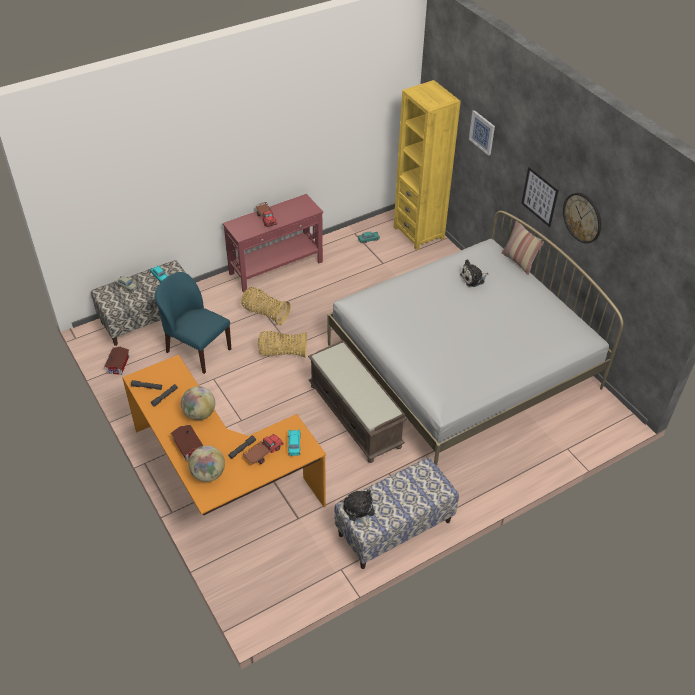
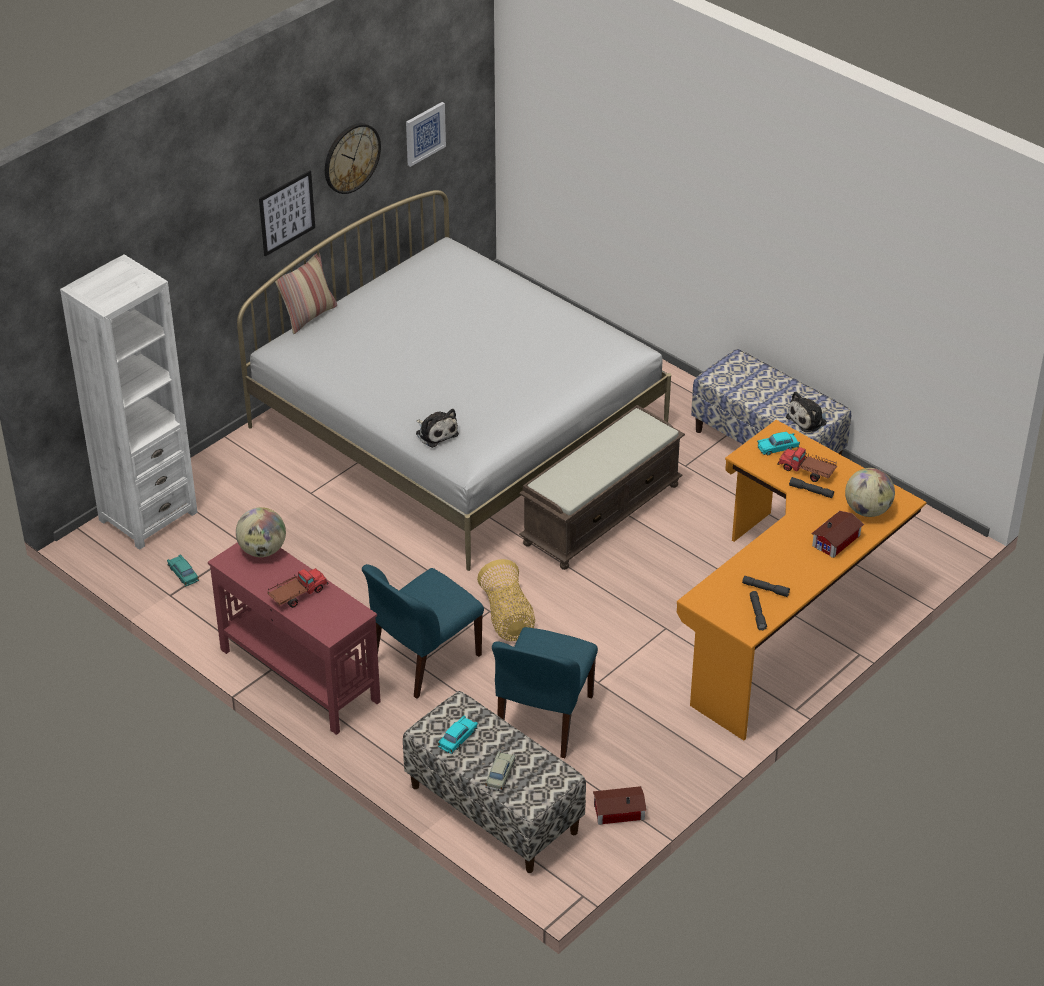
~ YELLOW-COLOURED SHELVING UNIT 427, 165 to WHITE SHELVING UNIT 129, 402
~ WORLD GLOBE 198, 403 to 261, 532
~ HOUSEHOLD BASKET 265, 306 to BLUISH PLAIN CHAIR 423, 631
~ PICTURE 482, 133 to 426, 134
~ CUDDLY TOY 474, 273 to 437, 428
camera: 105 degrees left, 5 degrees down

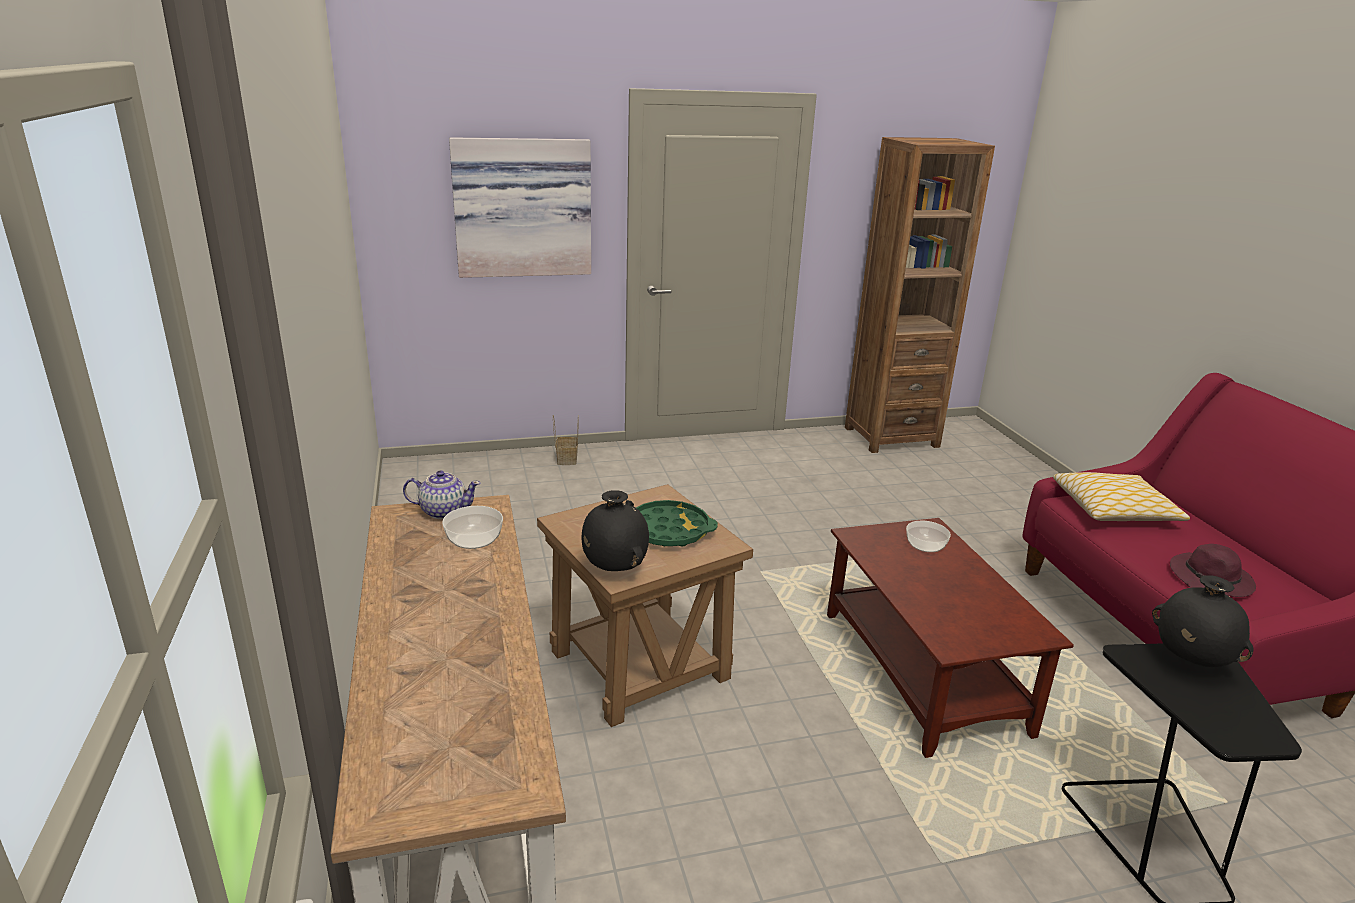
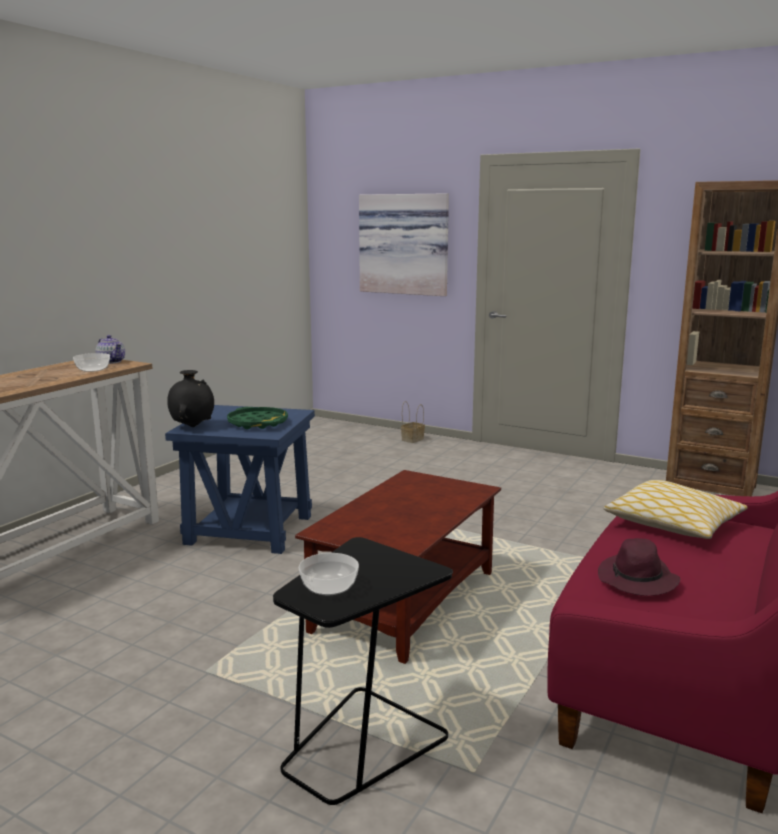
~ BROWNISH ACCENT TABLE 645, 605 to BLUISH ACCENT TABLE 240, 479
~ BOWL 928, 536 to 329, 574
- BLACK-COLOURED VASE 1202, 621
camera: 45 degrees right, 10 degrees down

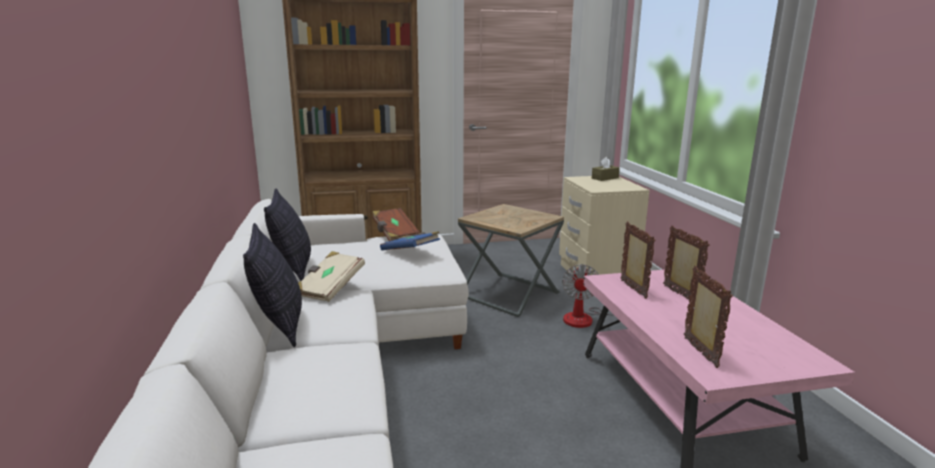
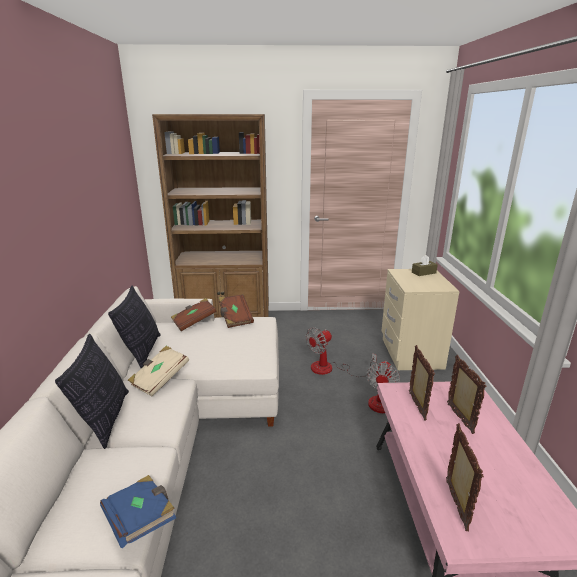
~ BLUISH VOLUME 410, 240 to 138, 511
+ BROWNISH VOLUME 194, 314
~ BROWNISH ACCENT TABLE 511, 260 to COOLING FAN 341, 352
camera: 10 degrees right, 5 degrees up

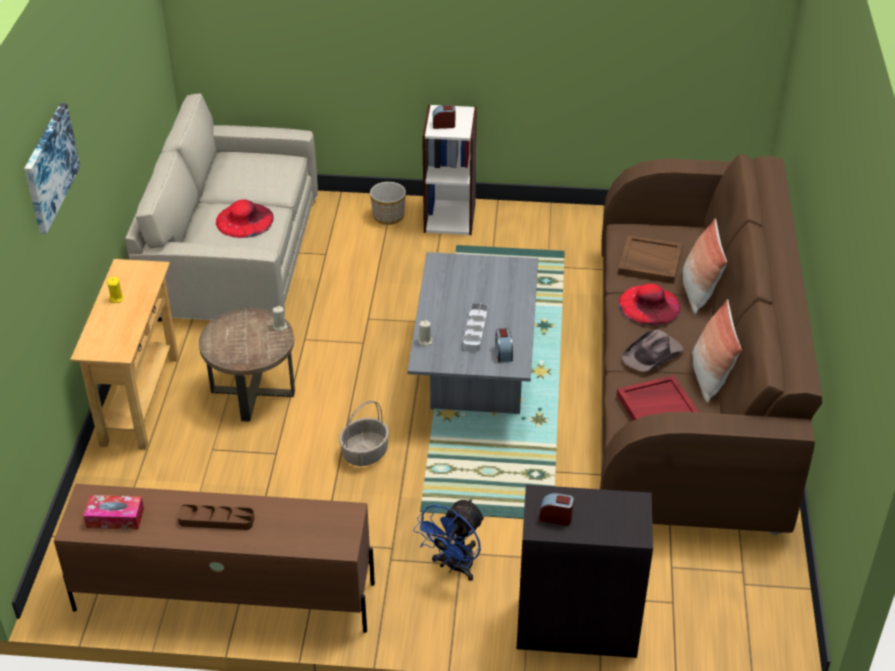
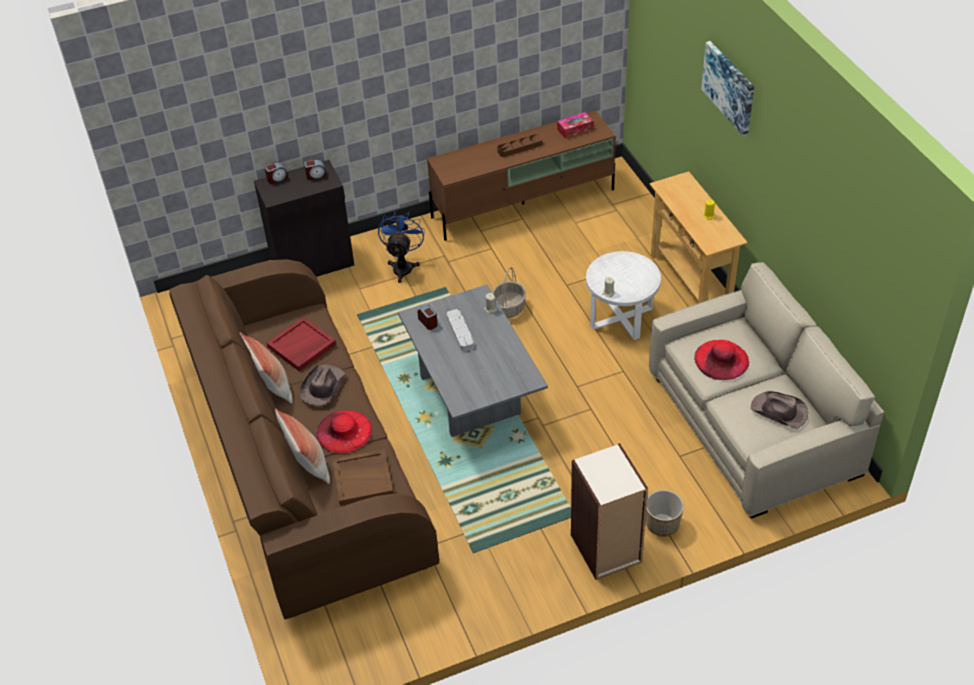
~ BEDSIDE CLOCK 444, 117 to 276, 173
~ BROWNISH ACCENT TABLE 247, 365 to WHITE ACCENT TABLE 623, 295
+ BROWNISH WEARABLE HAT 779, 410
camera: 155 degrees right, 5 degrees up

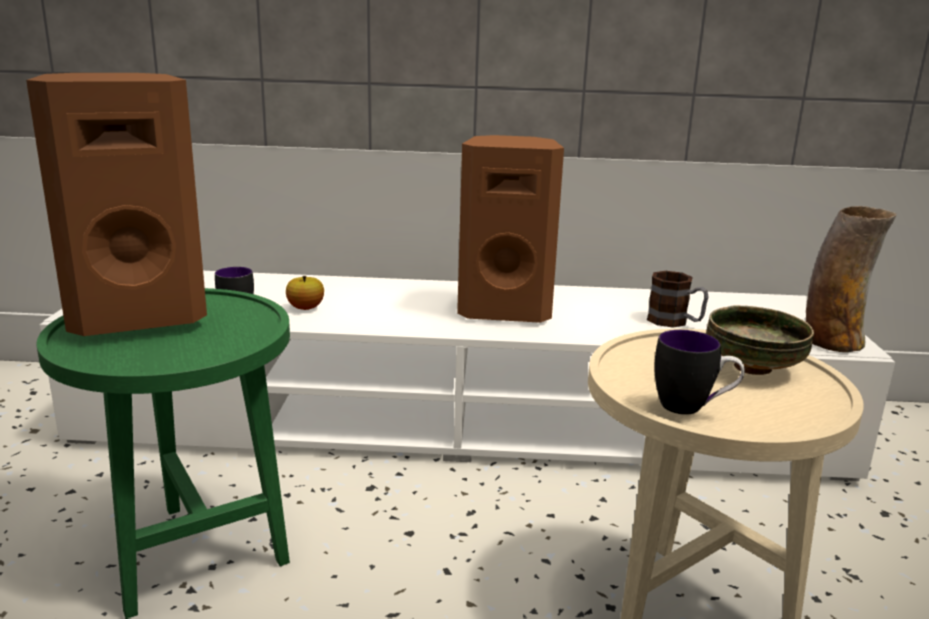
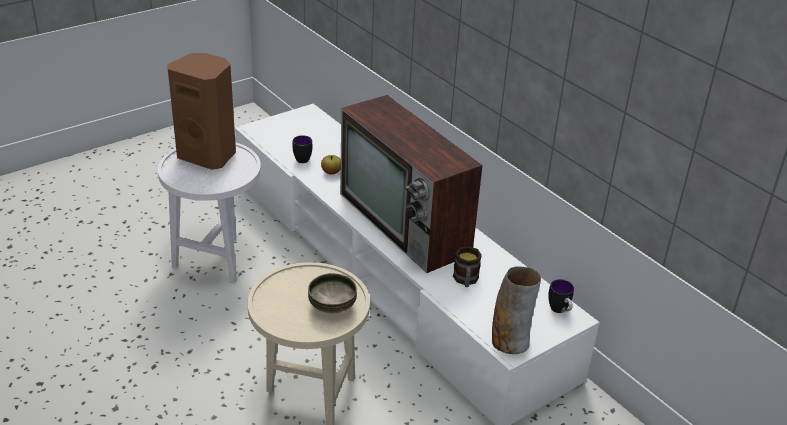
~ GREEN-COLOURED ACCENT TABLE 163, 453 to WHITE ACCENT TABLE 209, 212
~ BROWNISH AUDIO SPEAKER 510, 229 to TV SET 411, 184
~ COFFEE MUG 699, 372 to 561, 296
camera: 50 degrees right, 15 degrees up

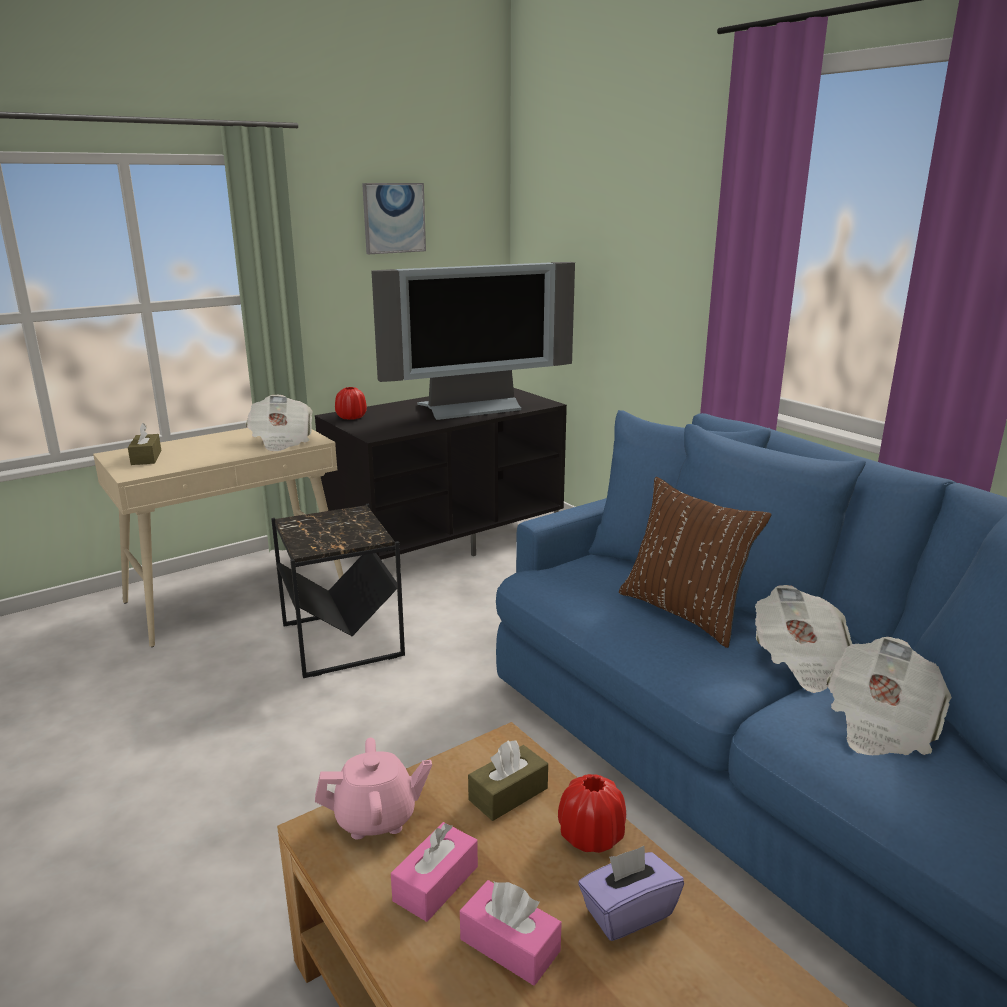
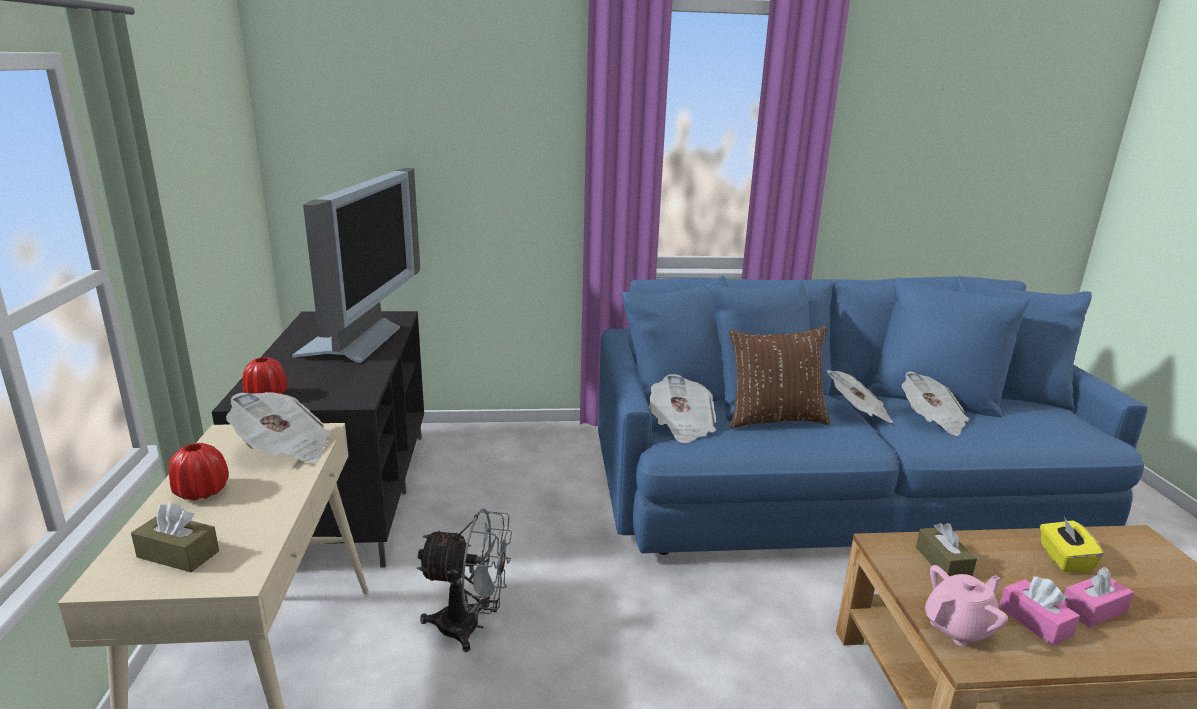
~ RED VASE 592, 813 to 199, 472
~ BLACK-COLOURED ACCENT TABLE 338, 590 to GREY COOLING FAN 464, 580
+ NEWSPAPER 682, 408
~ PINK-COLOURED TEAPOT 373, 788 = 966, 605 45 degrees clockwise
~ PURPLE-COLOURED TISSUE BOX 631, 893 to YELLOW-COLOURED TISSUE BOX 1072, 545
- PICTURE 394, 218
camera: 60 degrees left, 0 degrees up

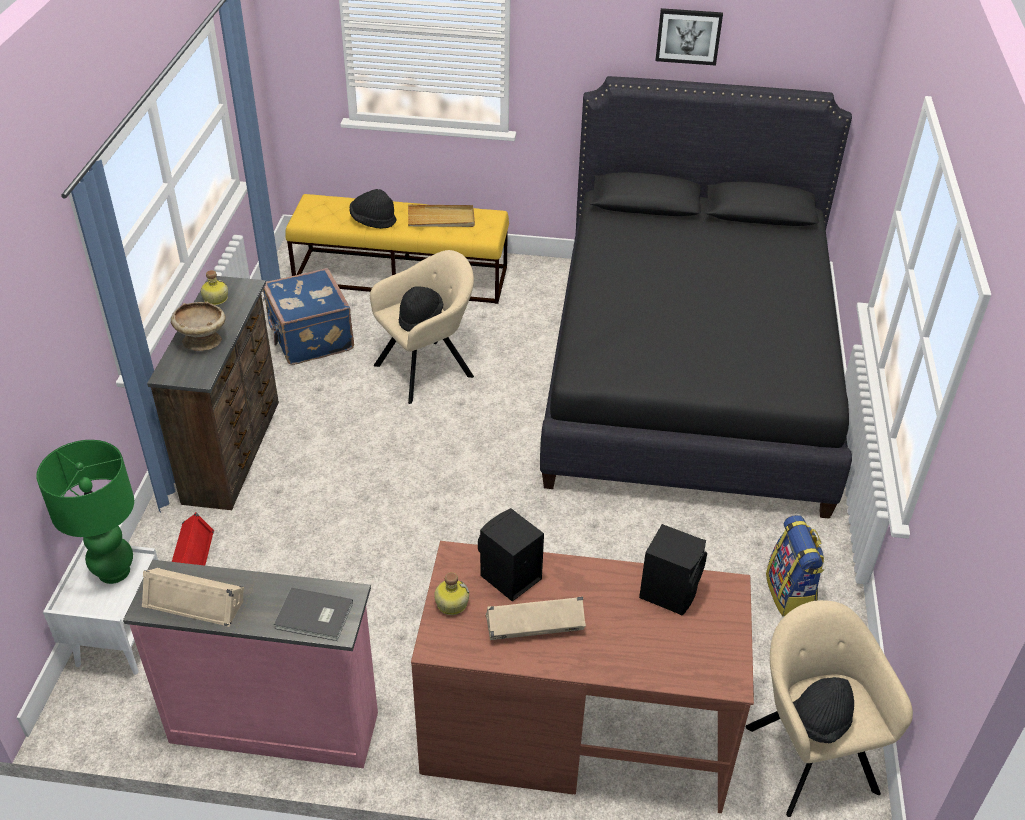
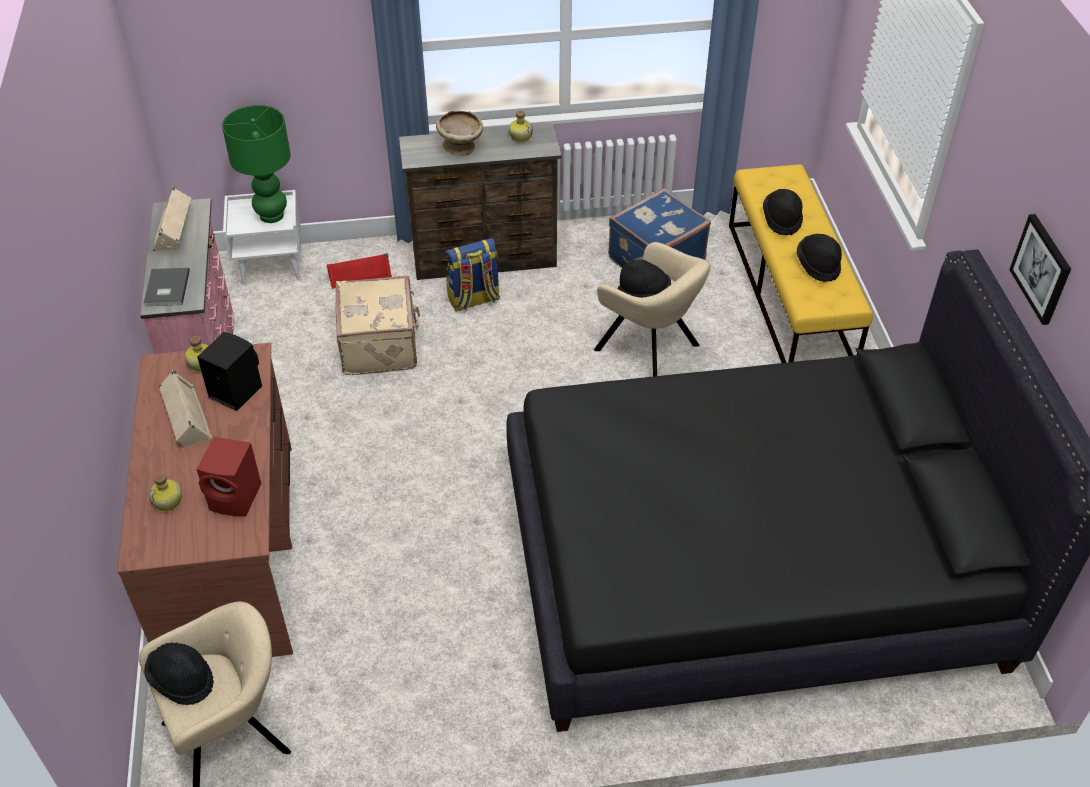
+ BEVERAGE BOTTLE 165, 492
~ BLACK-COLOURED AUDIO SPEAKER 673, 570 to RED AUDIO SPEAKER 229, 477
+ BEIGE PIECE OF LUGGAGE 377, 325
~ KNAPSACK 795, 566 to 472, 275
~ BEIGE SERVING TRAY 441, 216 to BLACK-COLOURED WEARABLE HAT 819, 258
camera: 75 degrees right, 5 degrees up

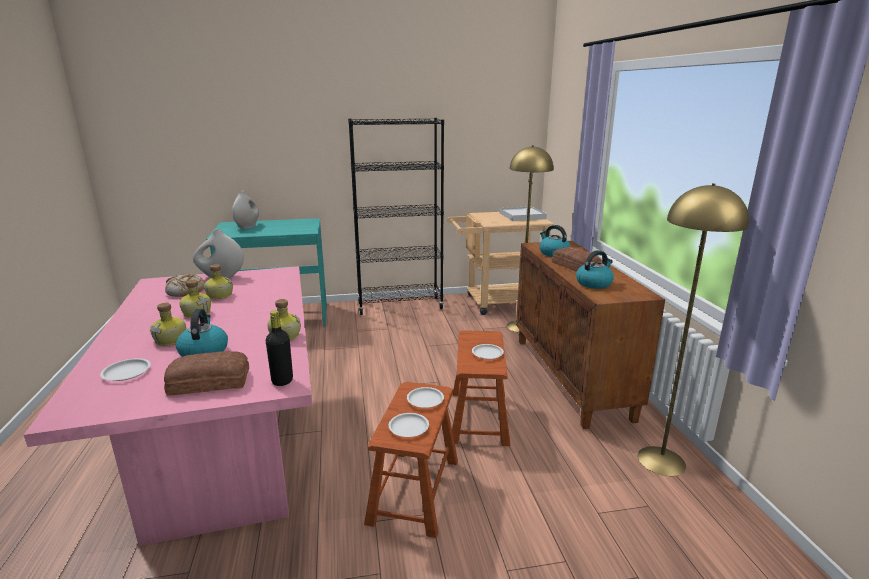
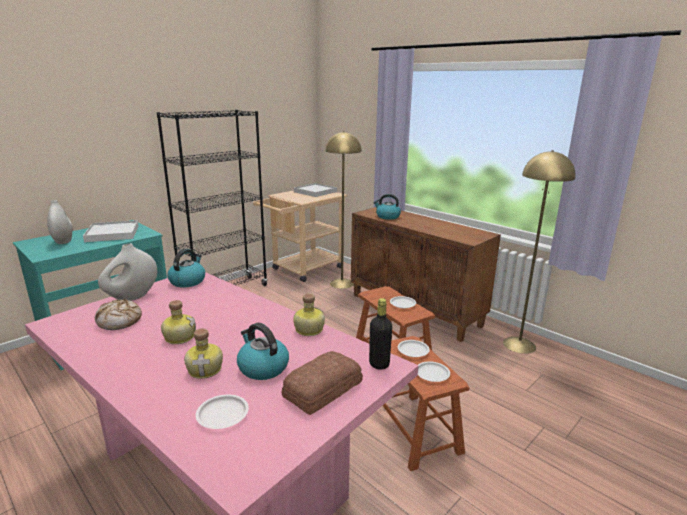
+ WHITE SERVING TRAY 111, 231
~ WATER KETTLE 595, 269 to 186, 268
- BEVERAGE BOTTLE 218, 281
- BREAD 576, 259
camera: 35 degrees left, 0 degrees up

